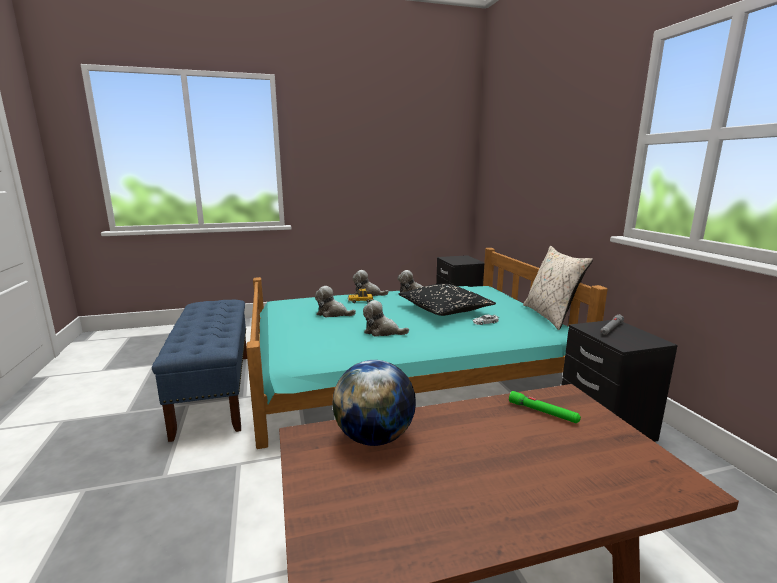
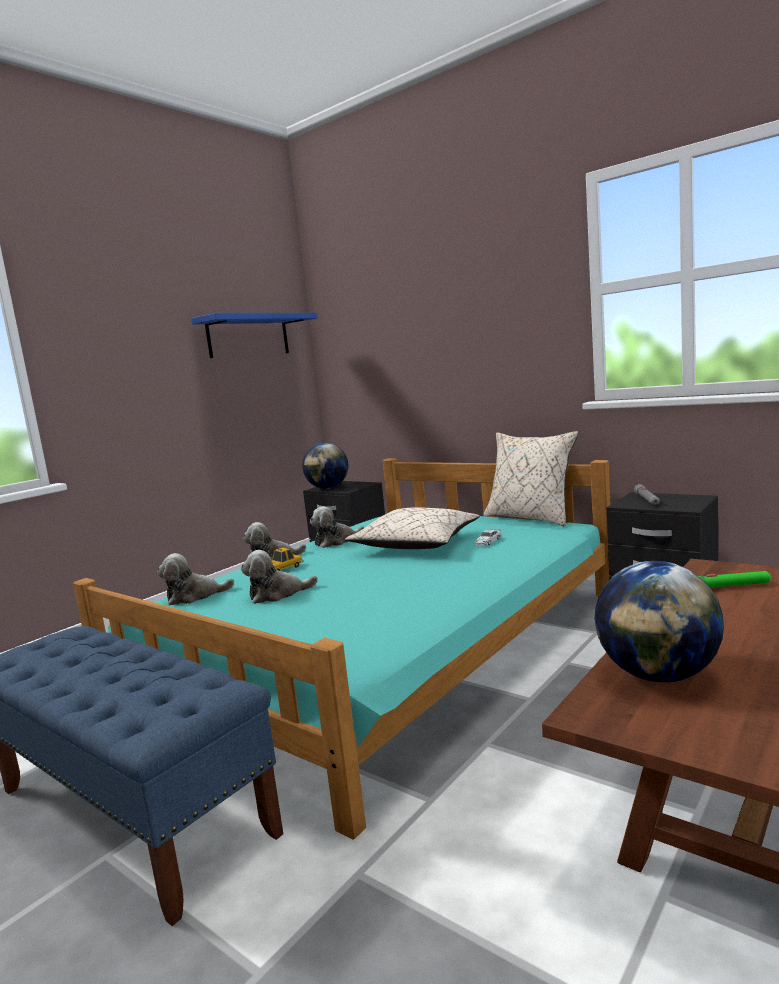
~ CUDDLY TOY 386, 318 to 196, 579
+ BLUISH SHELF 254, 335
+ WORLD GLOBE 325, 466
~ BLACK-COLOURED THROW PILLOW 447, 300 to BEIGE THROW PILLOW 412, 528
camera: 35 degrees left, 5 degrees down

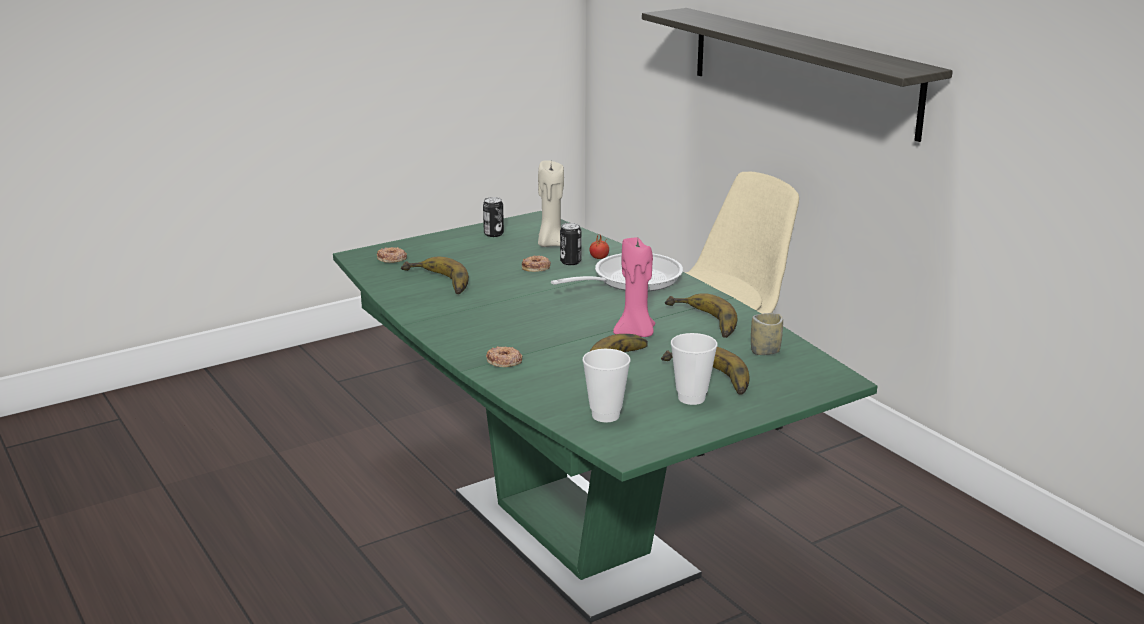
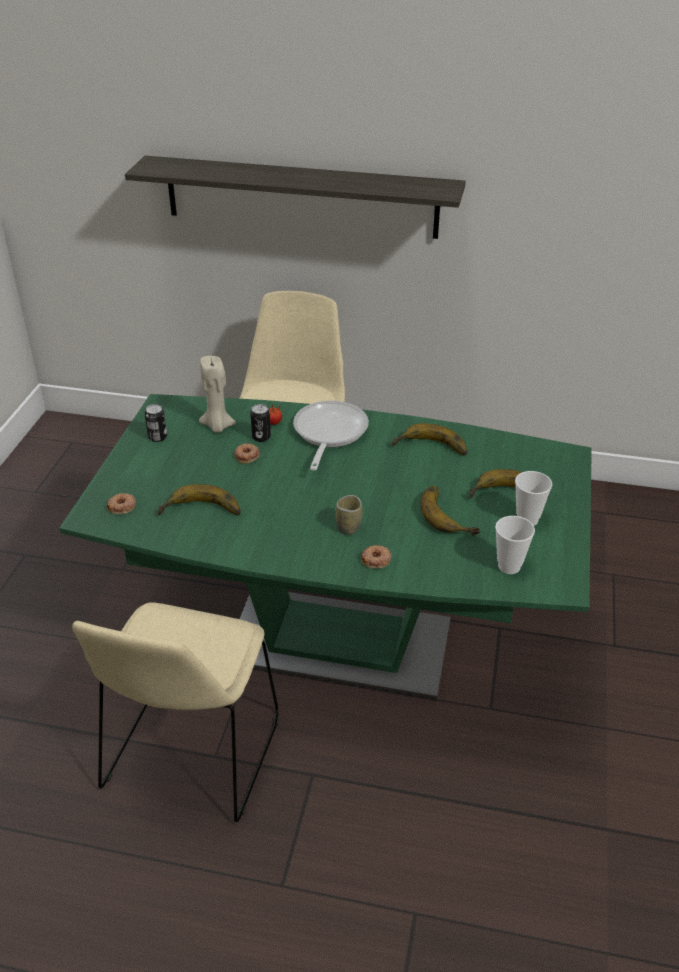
+ BEIGE PLAIN CHAIR 175, 712
~ SMALL CUP 767, 334 to 349, 515
- PINK-COLOURED CANDLE 634, 287
camera: 45 degrees left, 15 degrees up

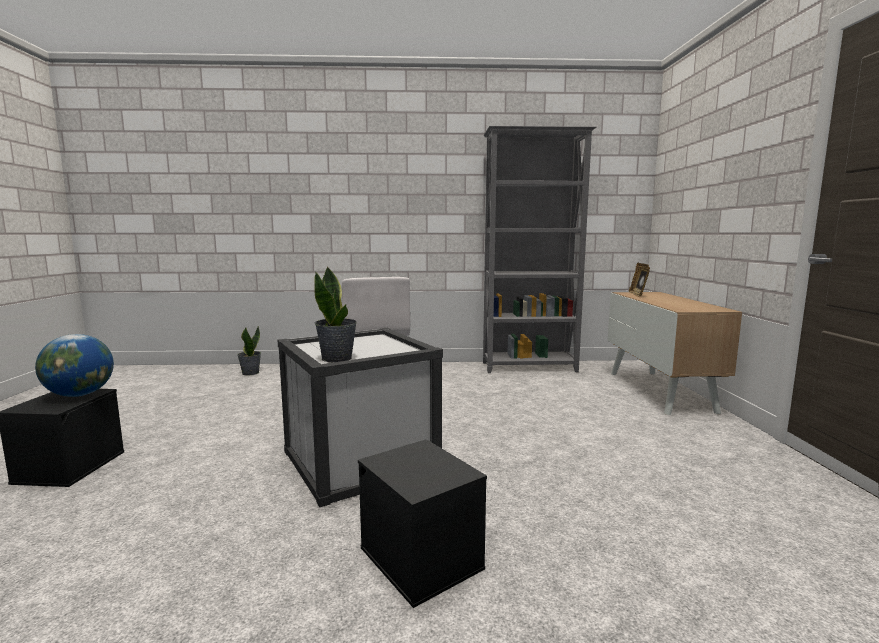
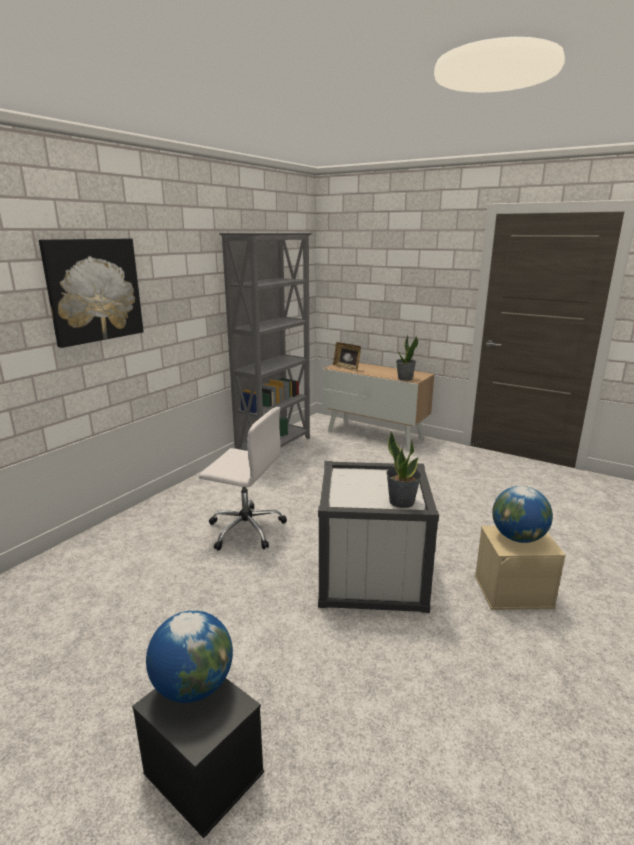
+ PICTURE 91, 293
~ POTTED PLANT 249, 351 to 407, 358
~ BLACK-COLOURED STORAGE BIN 422, 523 to BEIGE STORAGE BIN 520, 568
+ WORLD GLOBE 522, 514
camera: 55 degrees left, 10 degrees up

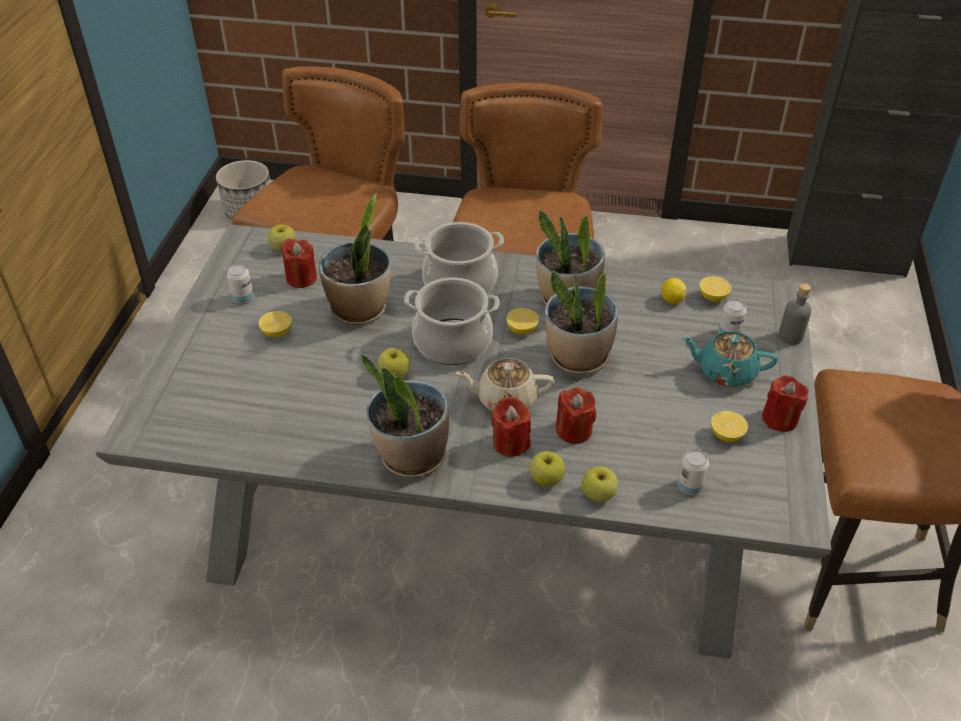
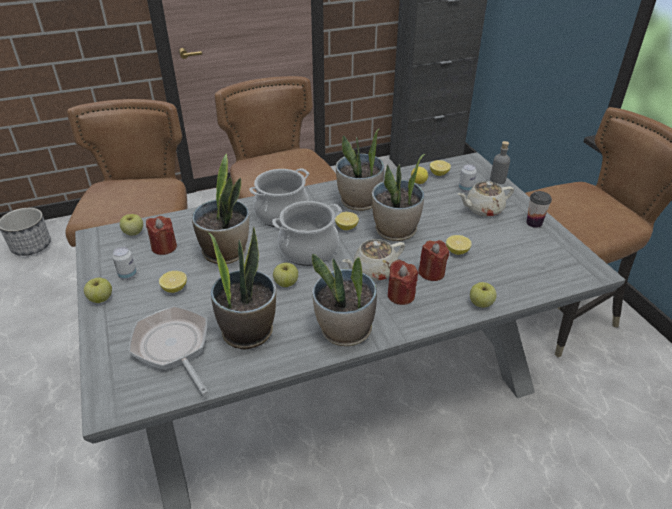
~ APPLE FRUIT 547, 468 to 98, 290
+ SKILLET 168, 350
+ POTTED PLANT 242, 288
~ LEMON 729, 426 to 459, 245
~ TURQUOISE TEAPOT 730, 359 to BEIGE TEAPOT 486, 199
~ RED CANDLE 785, 403 to SMALL CUP 539, 209
- METAL CAN 693, 472
camera: 30 degrees left, 5 degrees down

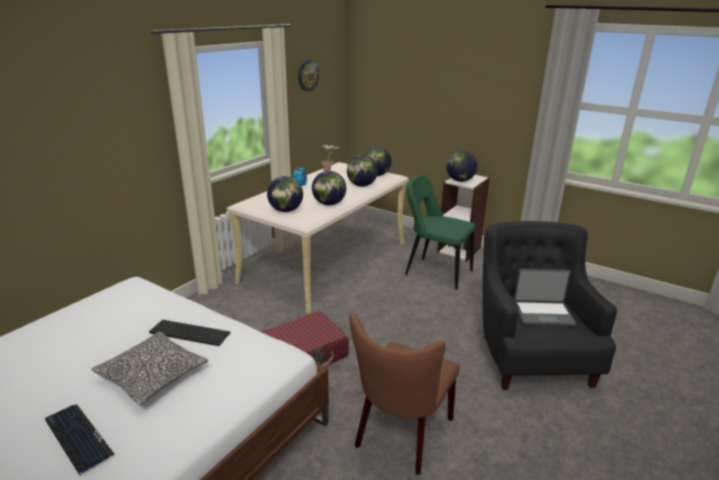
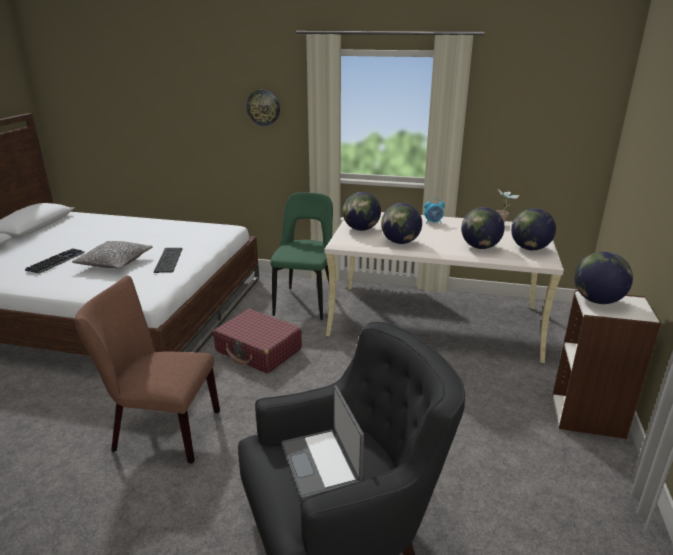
~ WALL CLOCK 308, 75 to 263, 108
~ GREEN-COLOURED PLAIN CHAIR 440, 232 to 301, 256
camera: 70 degrees right, 0 degrees up

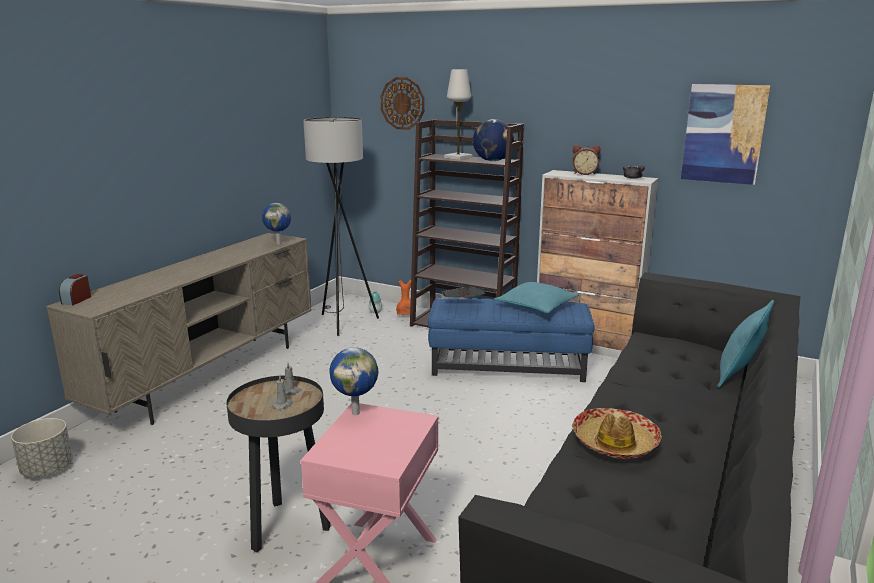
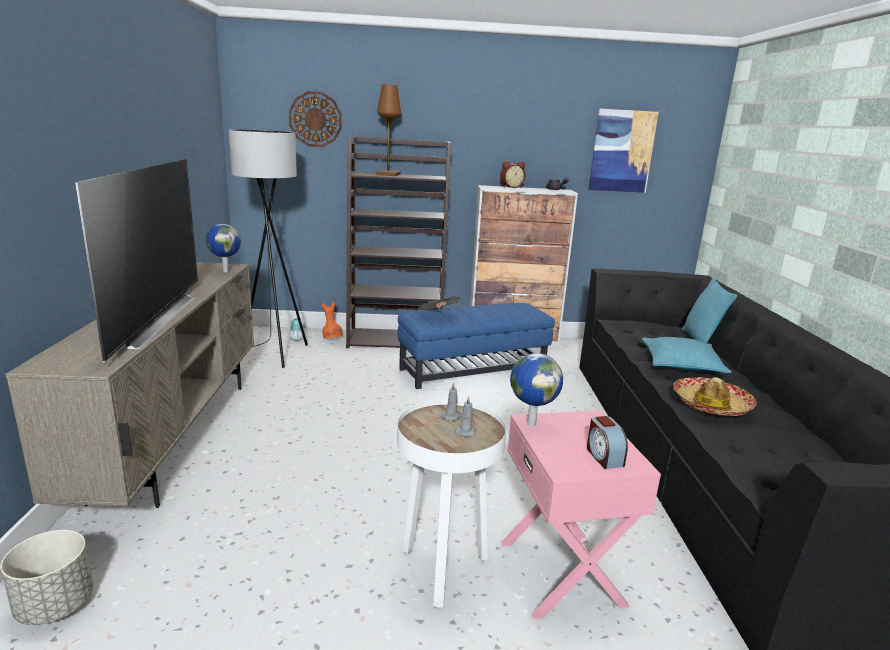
+ TV SET 136, 260
~ WHITE TABLETOP LAMP 458, 114 to BROWNISH TABLETOP LAMP 389, 130
~ BLACK-COLOURED ACCENT TABLE 278, 463 to WHITE ACCENT TABLE 451, 503
~ BEDSIDE CLOCK 75, 289 to 607, 442
~ TURQUOISE THROW PILLOW 536, 297 to 687, 355
- WORLD GLOBE 493, 140
camera: 30 degrees left, 0 degrees up

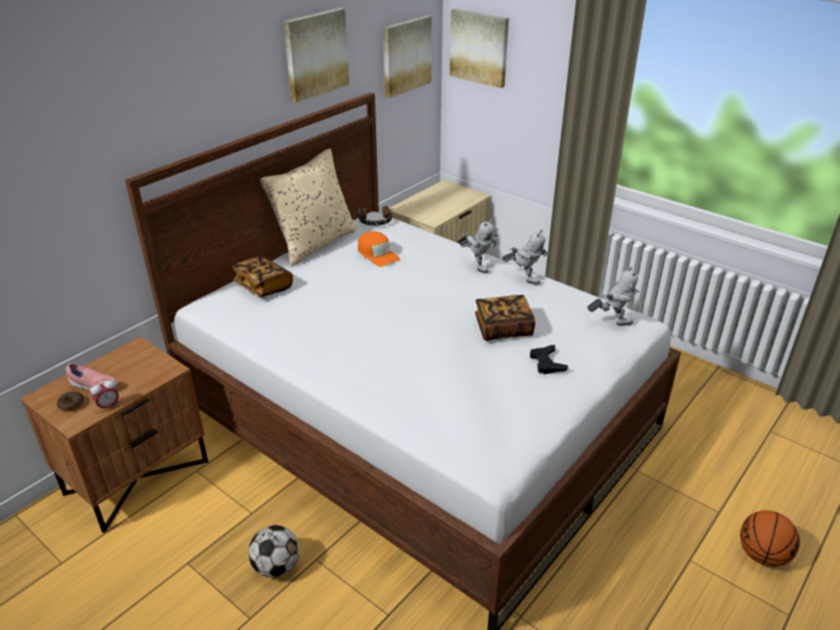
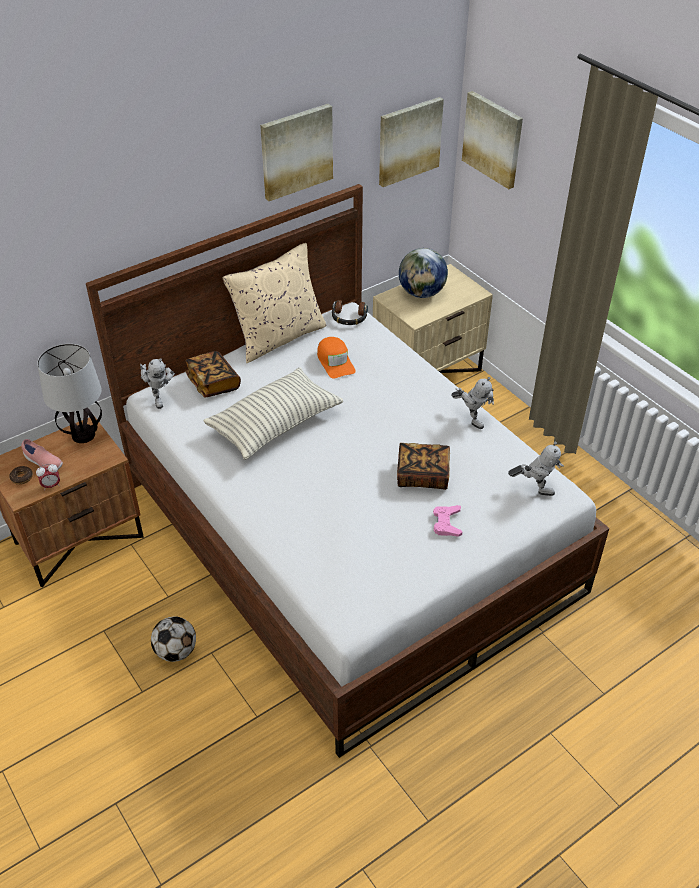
+ TABLETOP LAMP 69, 393
~ ROBOT FIGURE 478, 246 to 157, 383
+ THROW PILLOW 273, 413
+ WORLD GLOBE 423, 273
~ BLACK-COLOURED GAME CONTROLLER 549, 359 to PINK-COLOURED GAME CONTROLLER 447, 521
- BALL FOR BASKETBALL 770, 538
camera: 15 degrees right, 10 degrees up

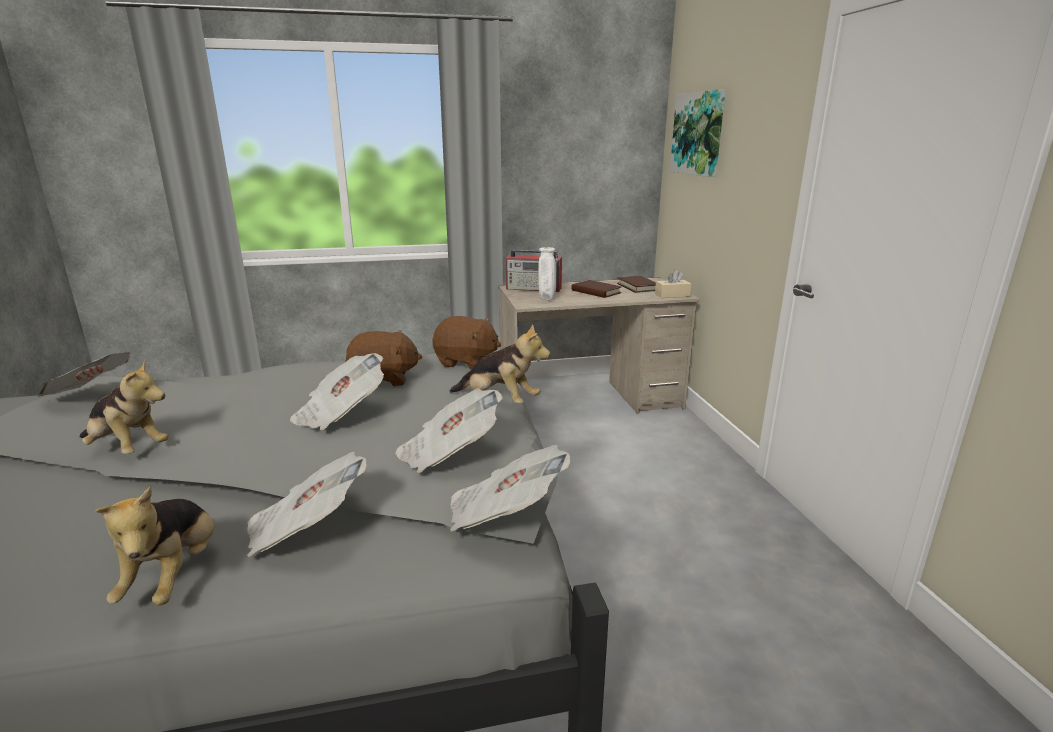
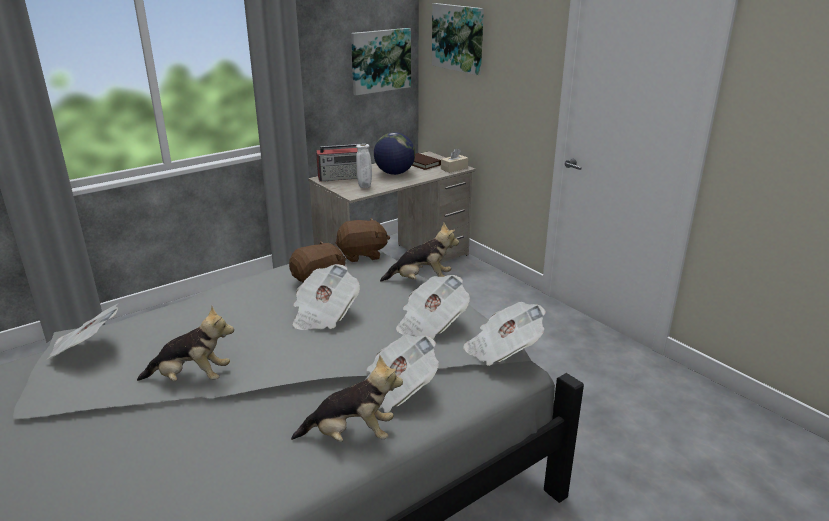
~ CUDDLY TOY 155, 546 = 347, 398 60 degrees counterclockwise
+ PICTURE 381, 61
~ BROWNISH VOLUME 596, 289 to WORLD GLOBE 394, 153
camera: 25 degrees left, 5 degrees up

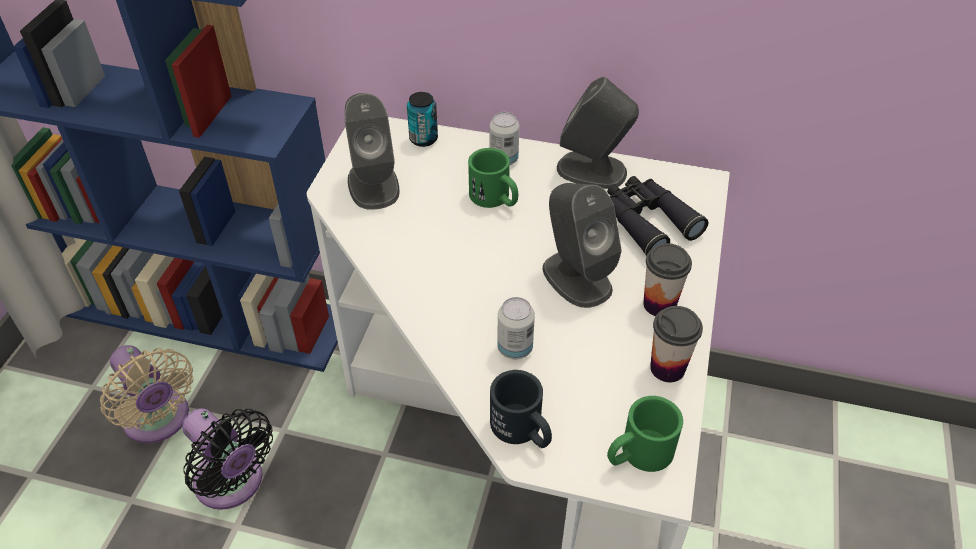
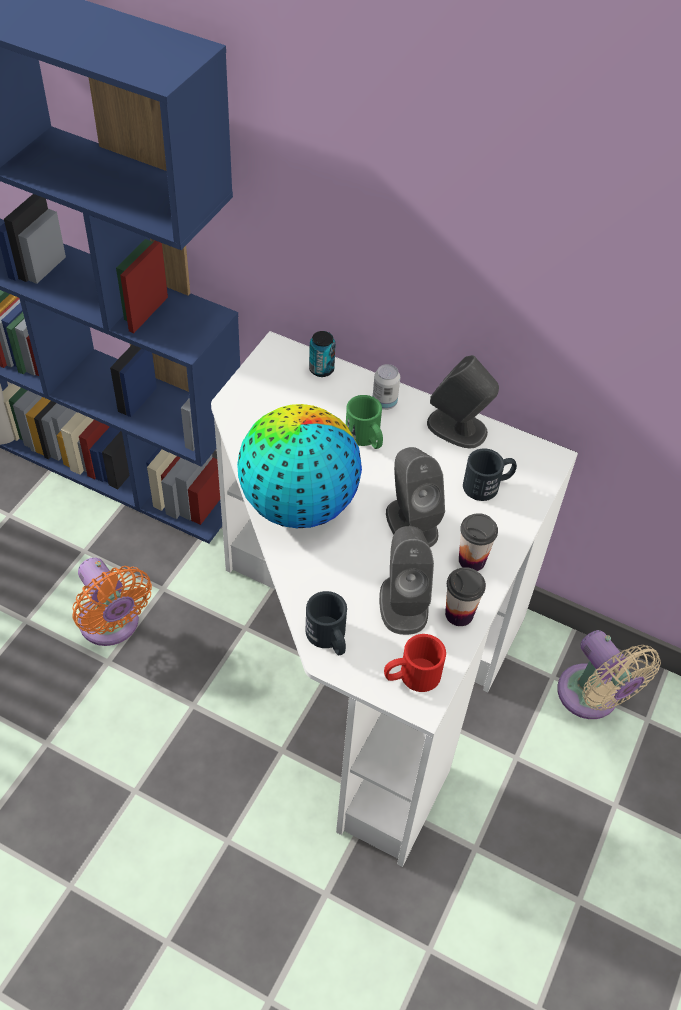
~ BLACK-COLOURED COOLING FAN 227, 459 to ORANGE COOLING FAN 112, 601
+ WORLD GLOBE 299, 466
~ GREY AUDIO SPEAKER 372, 151 to 406, 580
~ GREEN-COLOURED COFFEE MUG 645, 434 to RED COFFEE MUG 415, 663
~ BLACK-COLOURED FIELD GLASSES 657, 216 to BLACK-COLOURED COFFEE MUG 490, 474
~ BEIGE COOLING FAN 147, 394 to 609, 674
- METAL CAN 516, 328
camera: 10 degrees right, 5 degrees up

